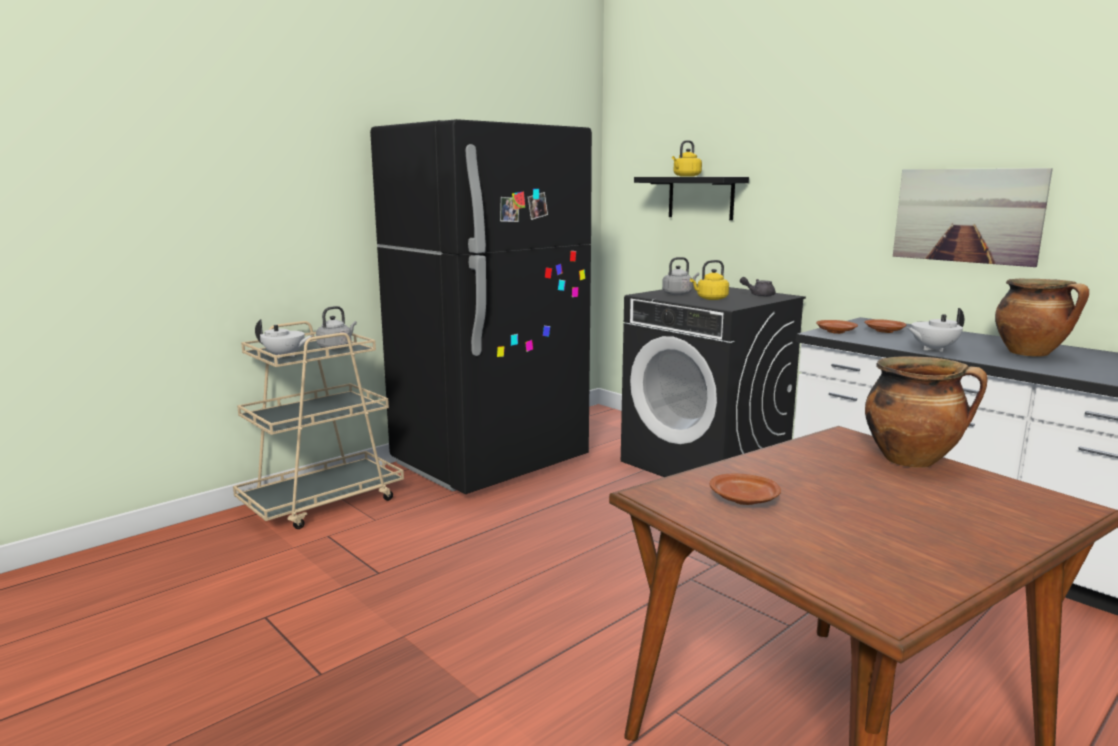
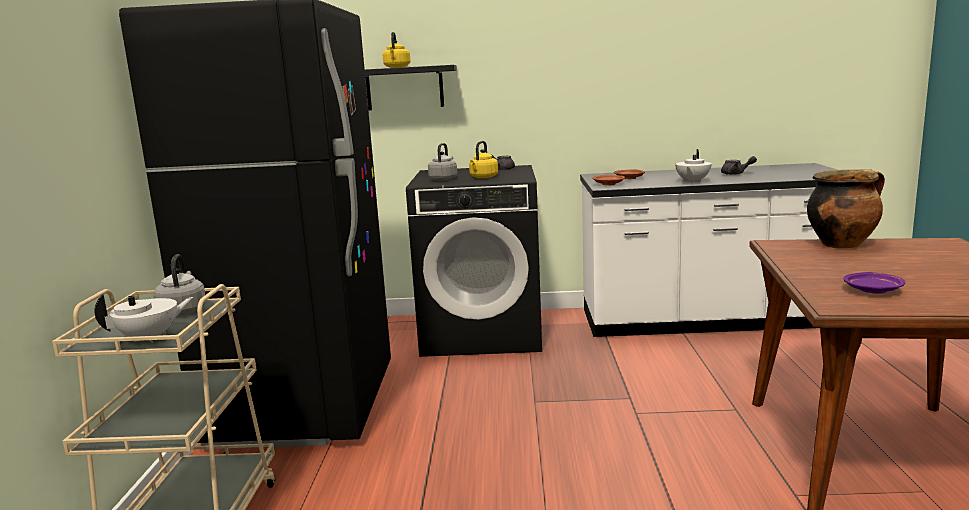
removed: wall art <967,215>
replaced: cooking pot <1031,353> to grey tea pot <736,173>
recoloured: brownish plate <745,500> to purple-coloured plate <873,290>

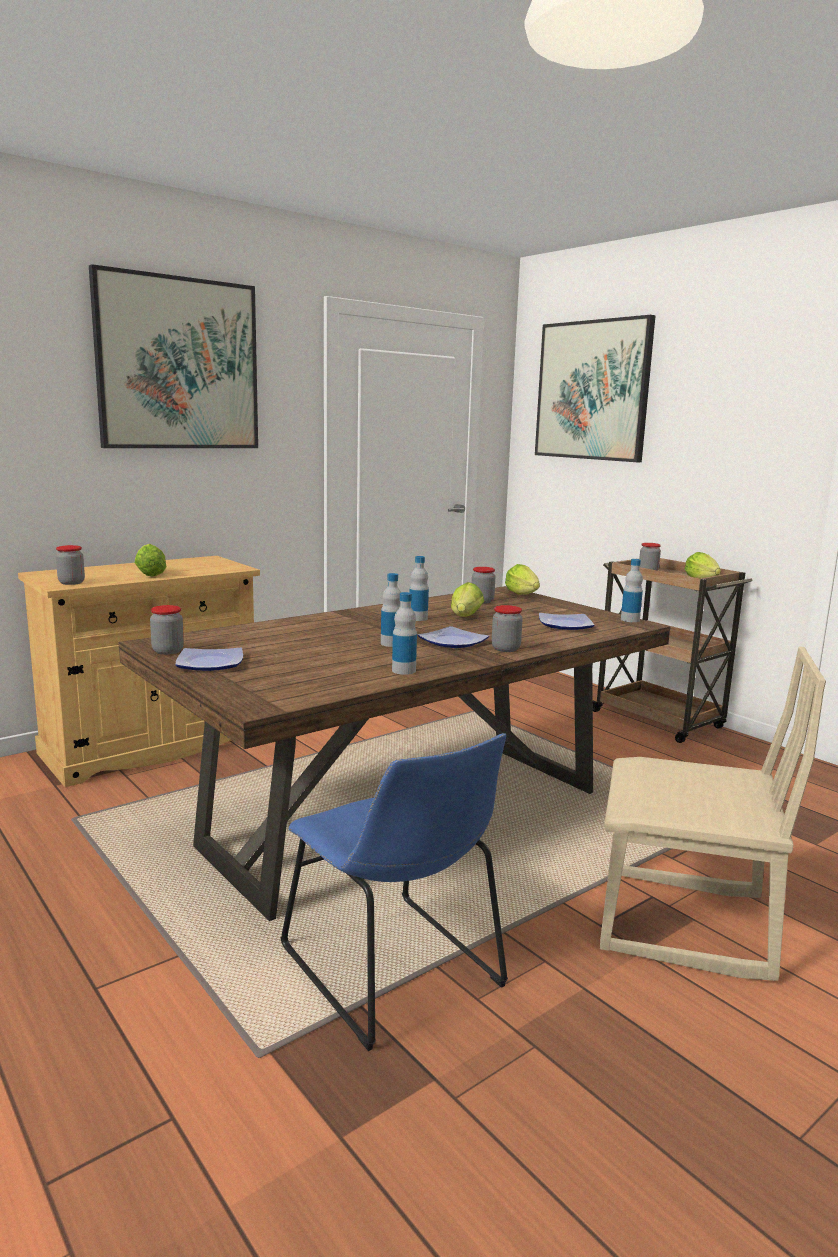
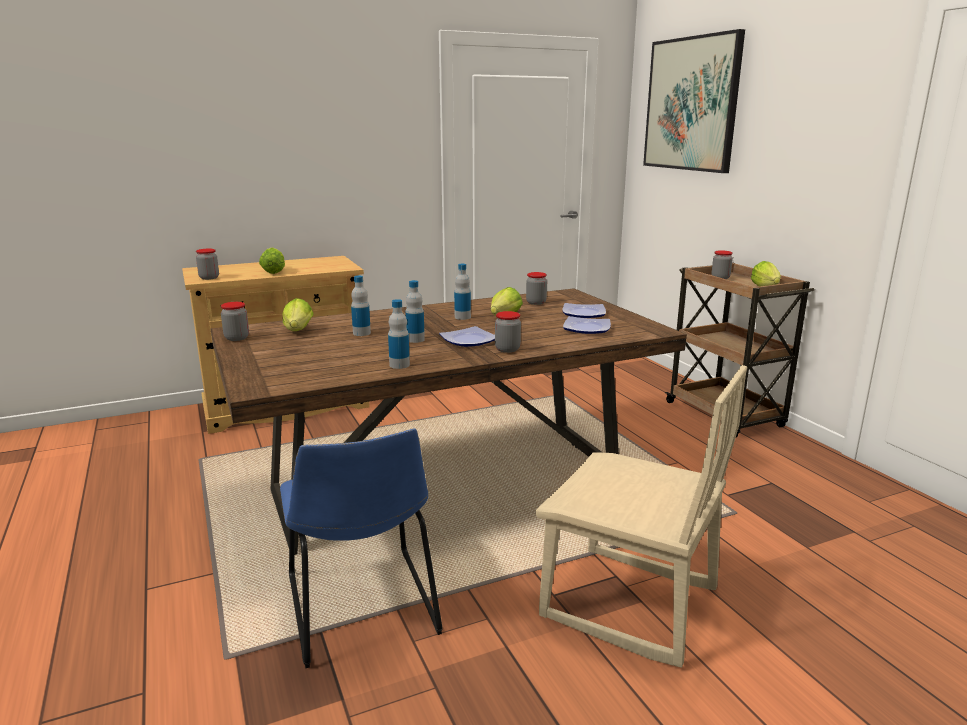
removed: wall art <178,364>
moved: lettuce head <523,595> to <298,332>; bottle <630,620> to <361,333>; plate <208,664> to <583,314>

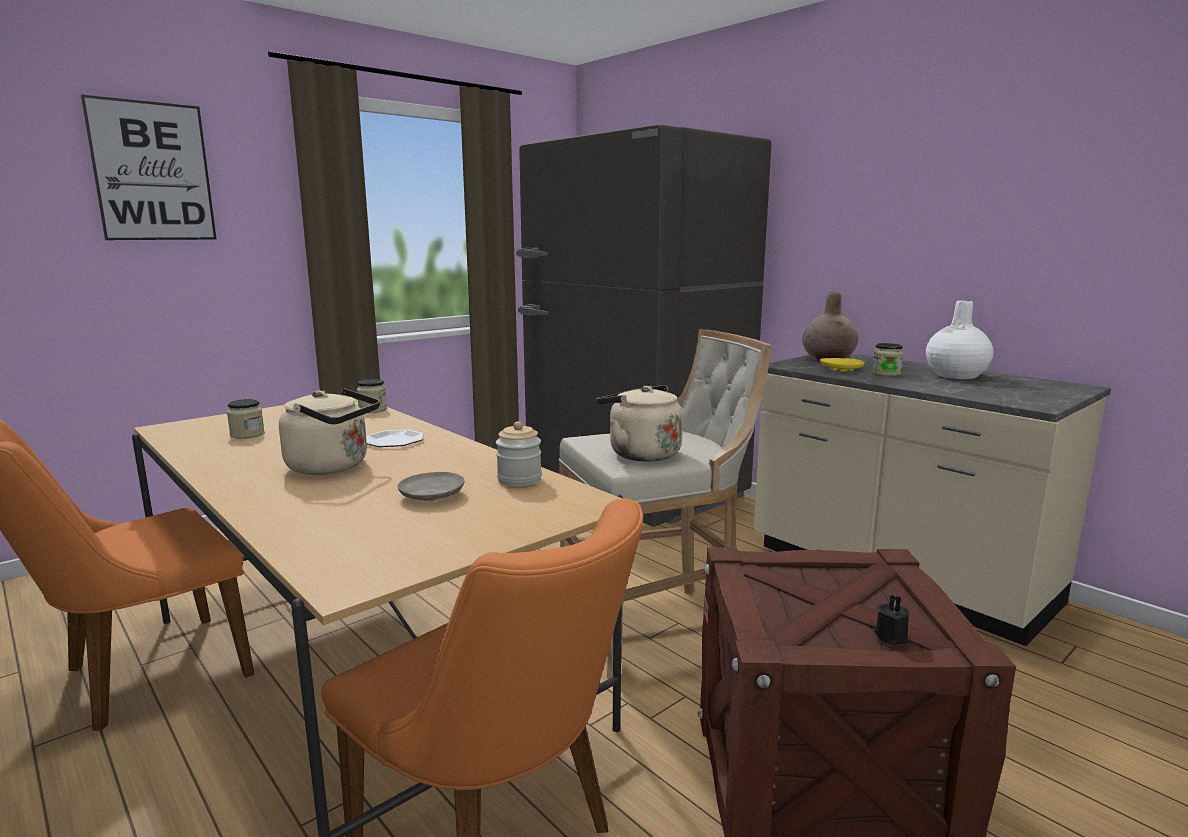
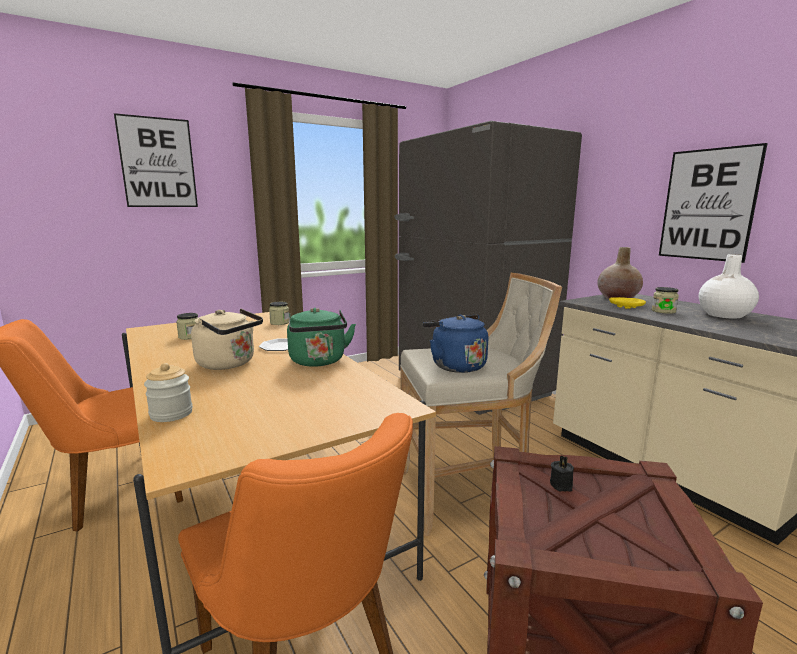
removed: sand-coloured plate <431,496>
added: greenish tea kettle <318,362>; wall art <708,205>
moved: jar <519,480> to <171,414>; black wax candle <892,636> to <562,484>
recoloured: sand-coloured tea kettle <640,453> to blue-coloured tea kettle <455,365>

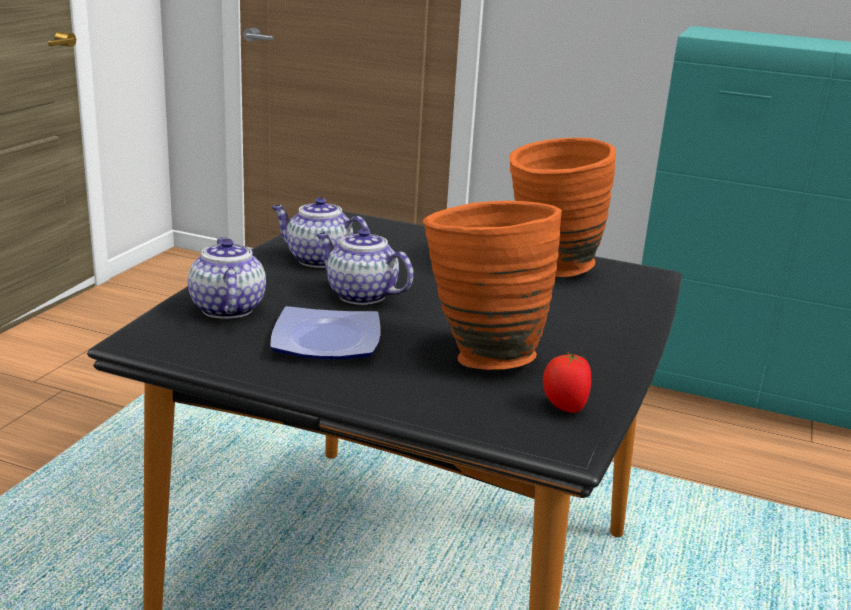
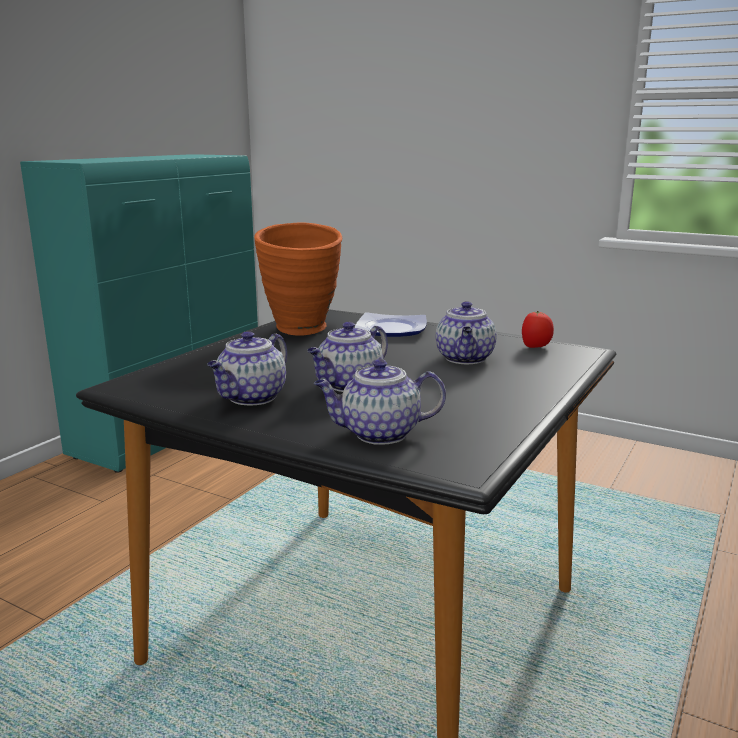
moved: plate <324,340> to <389,330>
replaced: orange decorative vase <479,355> to tea pot <465,359>

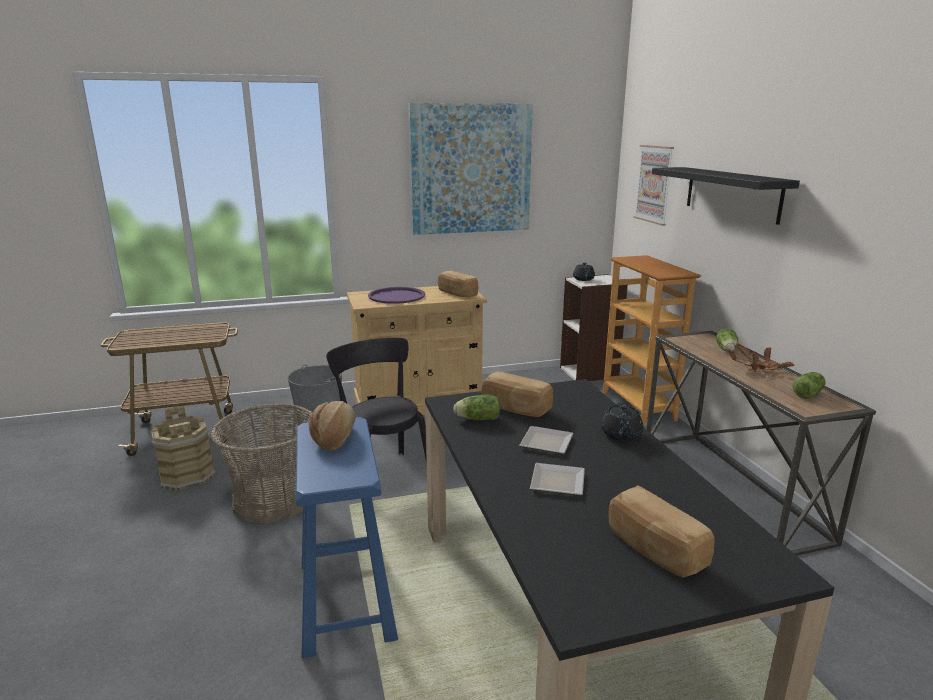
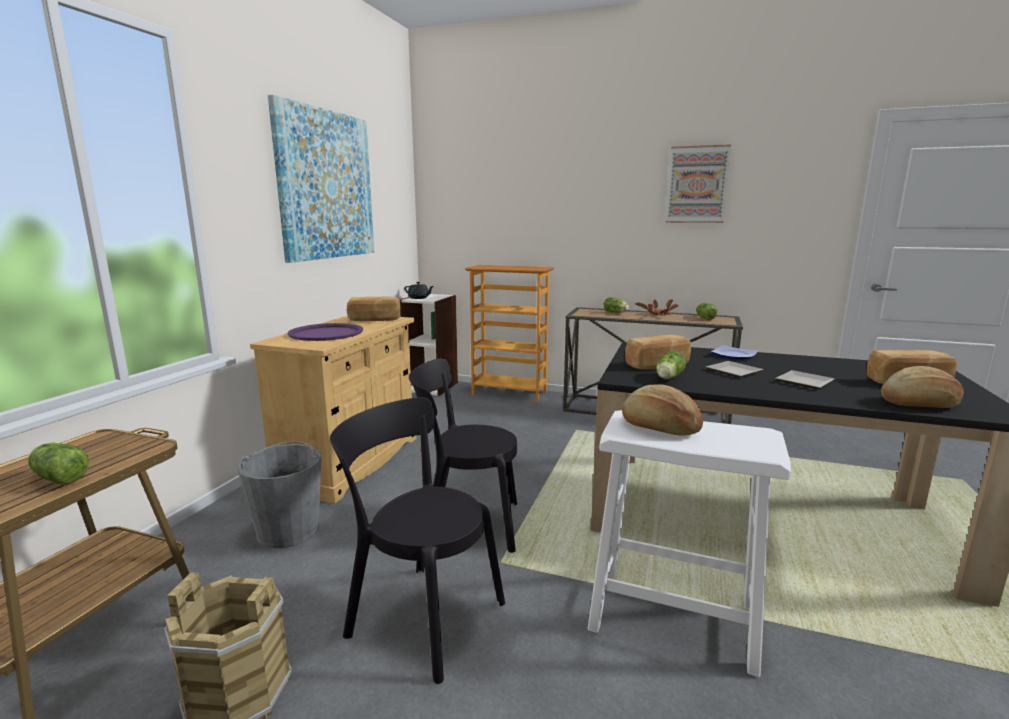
removed: black shelf <732,193>
added: lettuce head <58,477>; bakery bread <920,404>
moved: wall art <654,184> to <697,185>
replaced: basket <274,499> to black plain chair <421,615>; black tea pot <621,435> to plate <734,355>
recoloured: blue-coloured stool seat <346,599> to white-coloured stool seat <672,616>

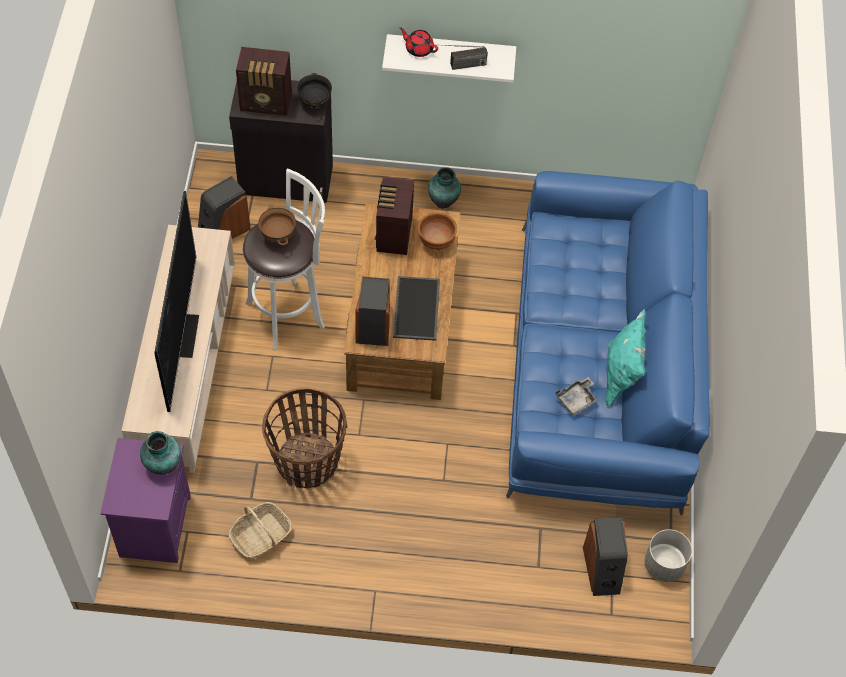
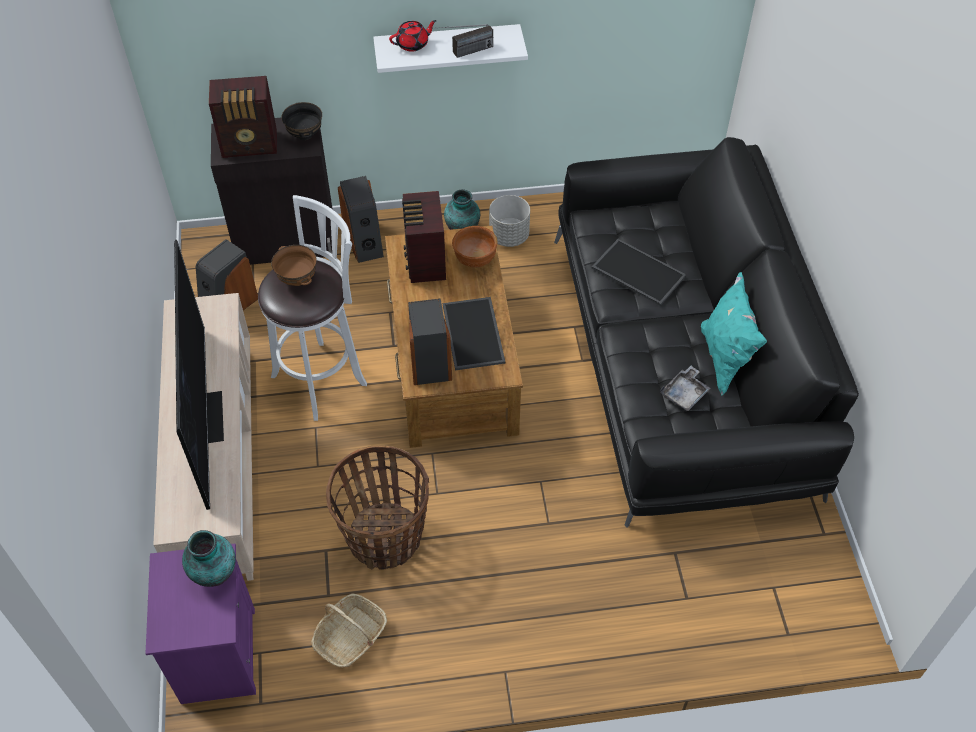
added: carrying tray <637,272>
moved: loudspeaker <602,569> to <364,241>; grey planter <664,565> to <509,236>
recoloured: blue-coloured couch <598,367> to black couch <680,364>
turned: red-coloured tea pot <418,49> = <413,44> 135 degrees clockwise

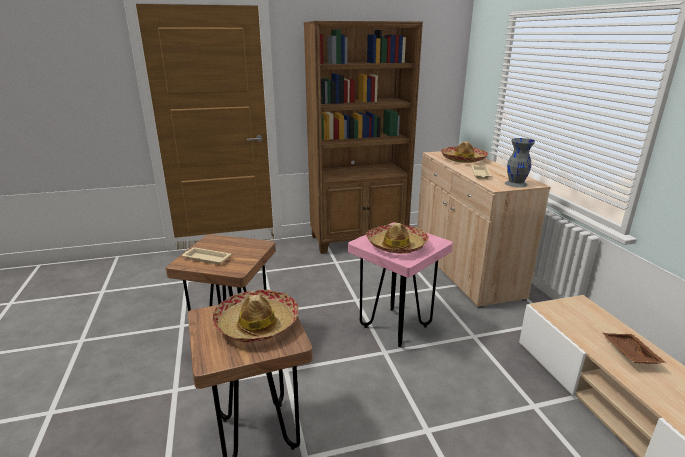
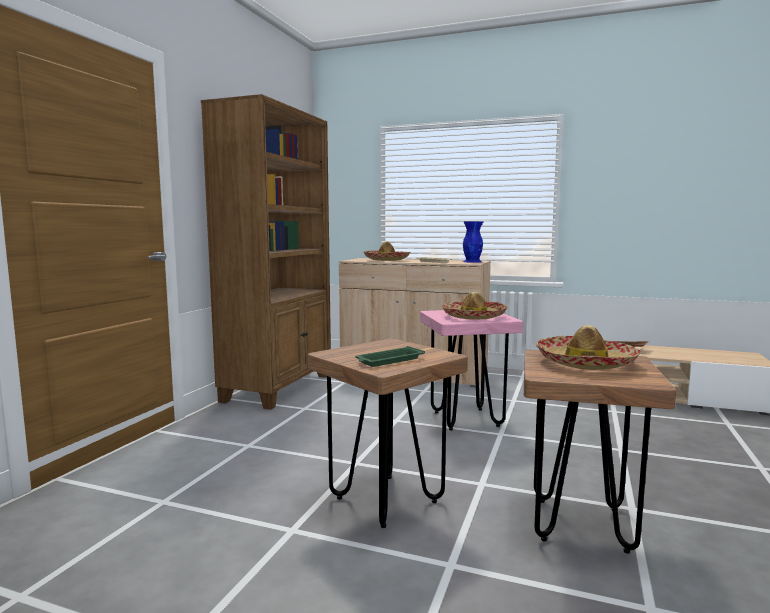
recoloured: sand-coloured carrying tray <206,258> to greenish carrying tray <389,360>; grey decorative vase <516,184> to blue-coloured decorative vase <472,261>

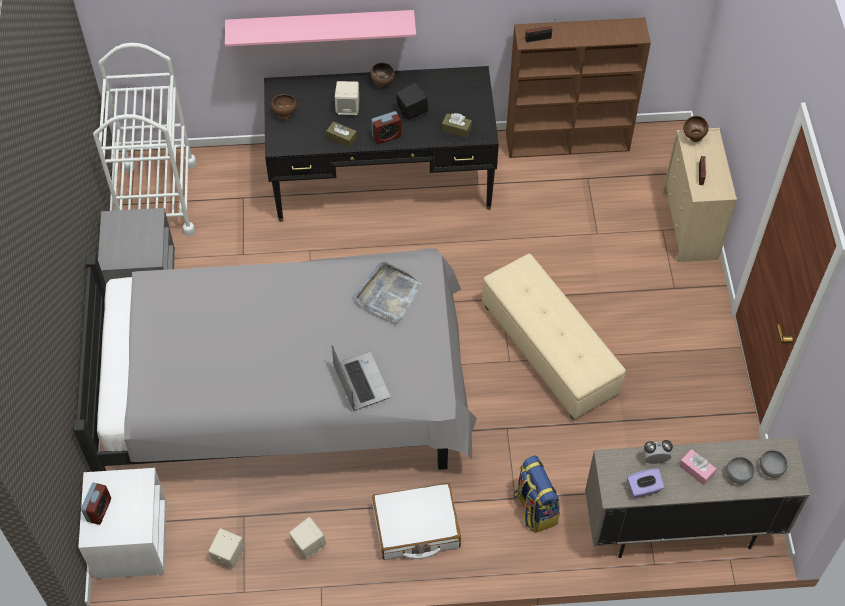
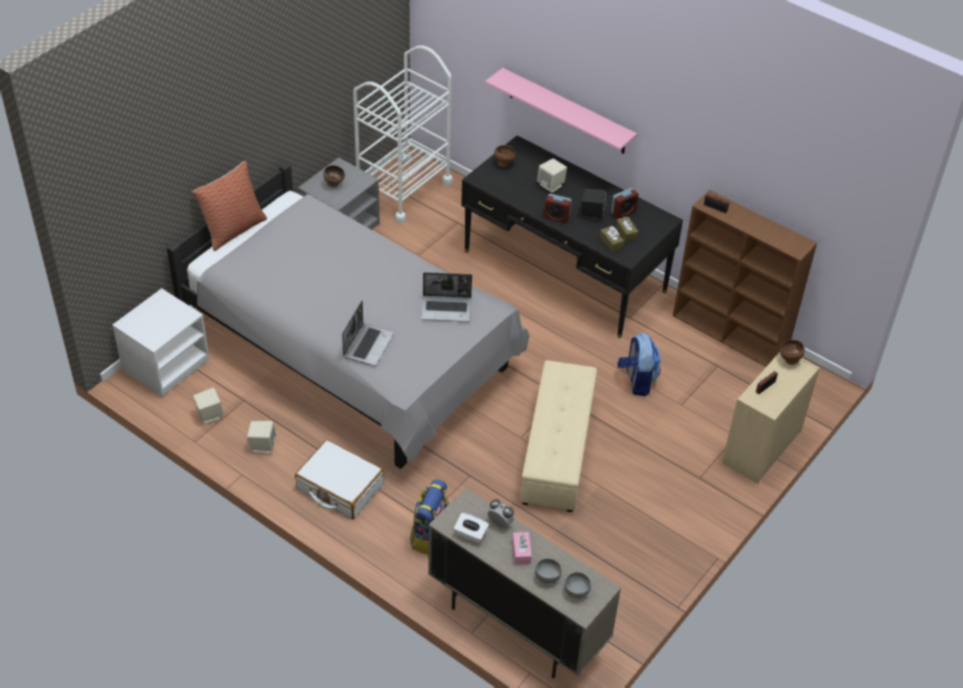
added: pillow <233,229>; knapsack <637,381>
moved: brownish serving bowl <382,83> to <334,184>; alarm clock <99,510> to <623,212>; brownish tissue holder <341,138> to <626,233>
replaced: grey carrying tray <388,294> to portable computer <447,309>
recoloured: purple-coloured tissue holder <643,488> to white-coloured tissue holder <470,534>

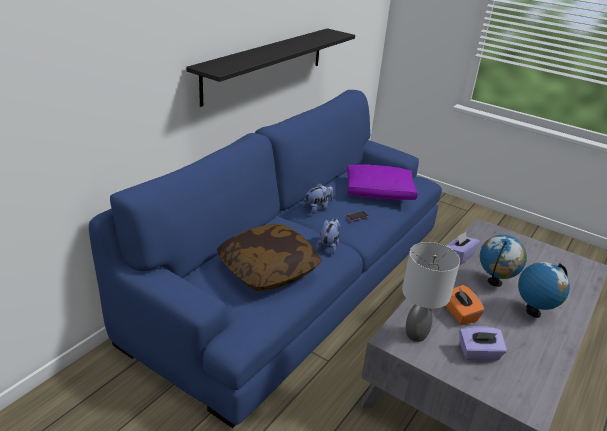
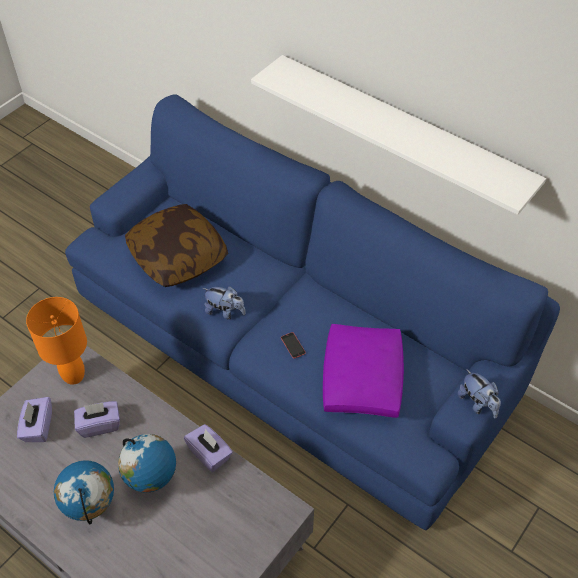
moved: plush toy <317,208> to <477,403>
recoloured: grey lamp for a table <416,335> to orange lamp for a table <73,376>; orange tissue holder <459,313> to purple-coloured tissue holder <99,425>; black shelf <266,64> to white-coloured shelf <402,133>

